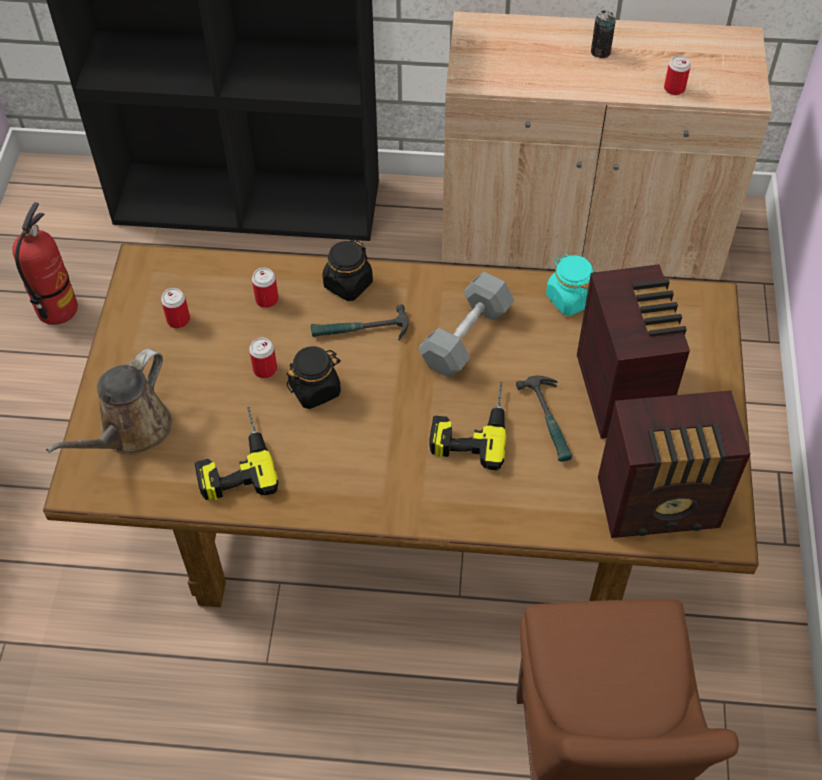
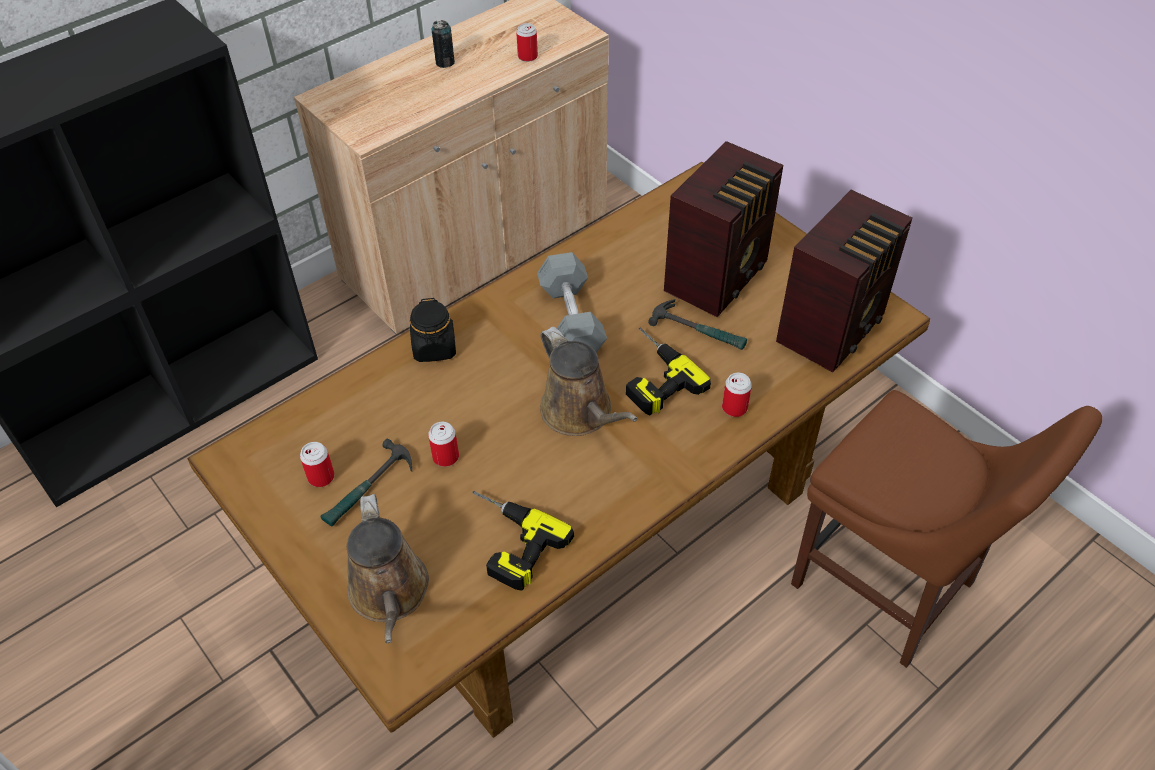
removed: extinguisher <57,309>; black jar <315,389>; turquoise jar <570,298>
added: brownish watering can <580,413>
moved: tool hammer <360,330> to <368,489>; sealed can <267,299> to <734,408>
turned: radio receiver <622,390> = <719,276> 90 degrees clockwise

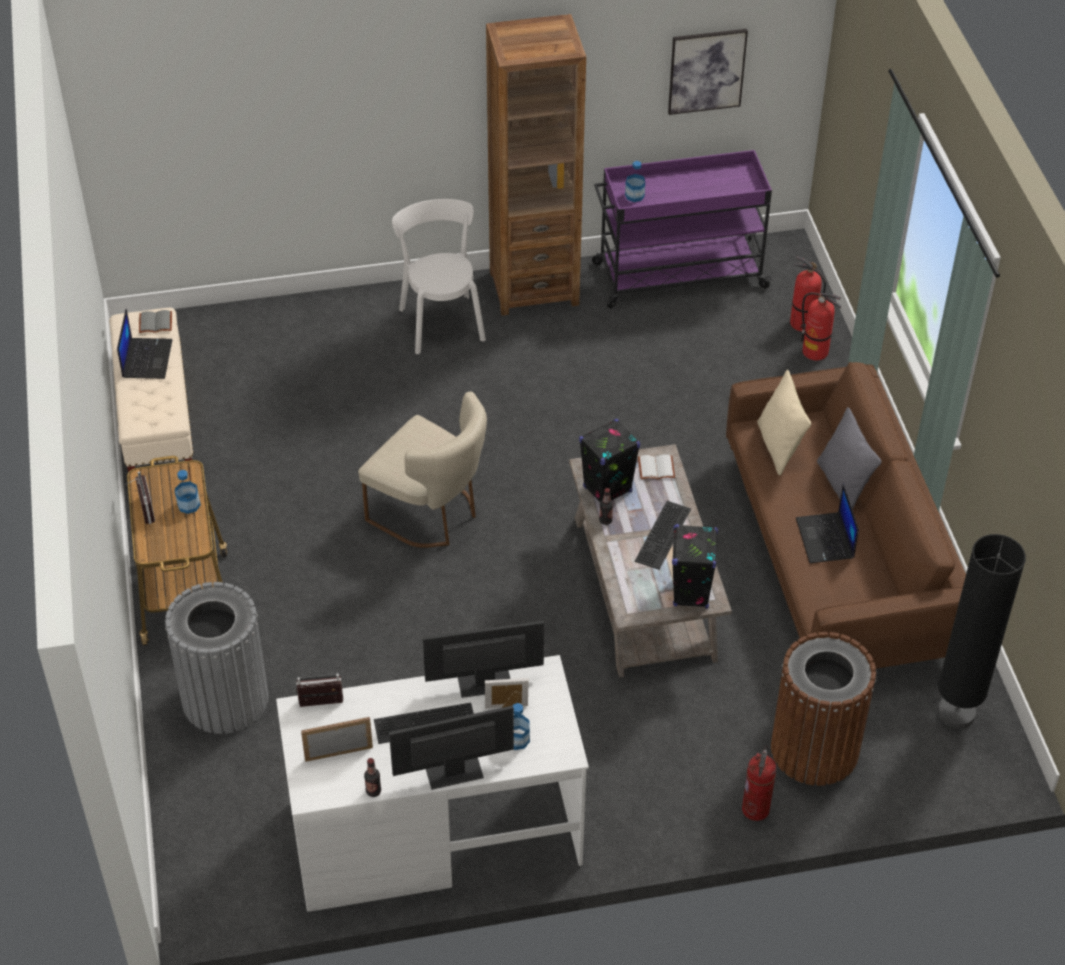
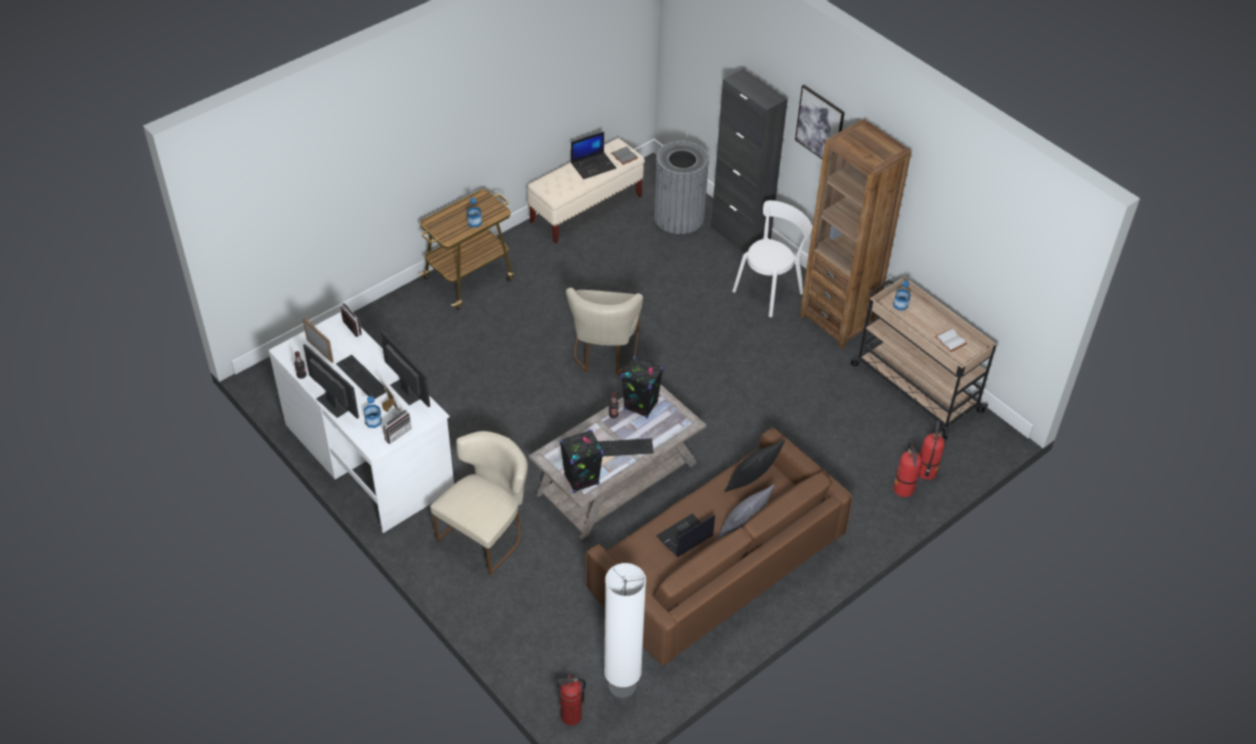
removed: brownish trash can <814,749>
added: sand-coloured plain chair <487,533>; black storage cabinet <740,237>
moved: radio receiver <142,510> to <396,432>; extinguisher <756,810> to <571,717>; grey trash can <225,698> to <679,217>; wall art <706,71> to <820,125>; white-coloured bound book <656,467> to <951,340>
recoloured: black standard lamp <956,713> to white-coloured standard lamp <622,687>; sand-coloured pillow <779,447> to black pillow <751,482>; purple-coloured trolley <677,275> to sand-coloured trolley <914,387>

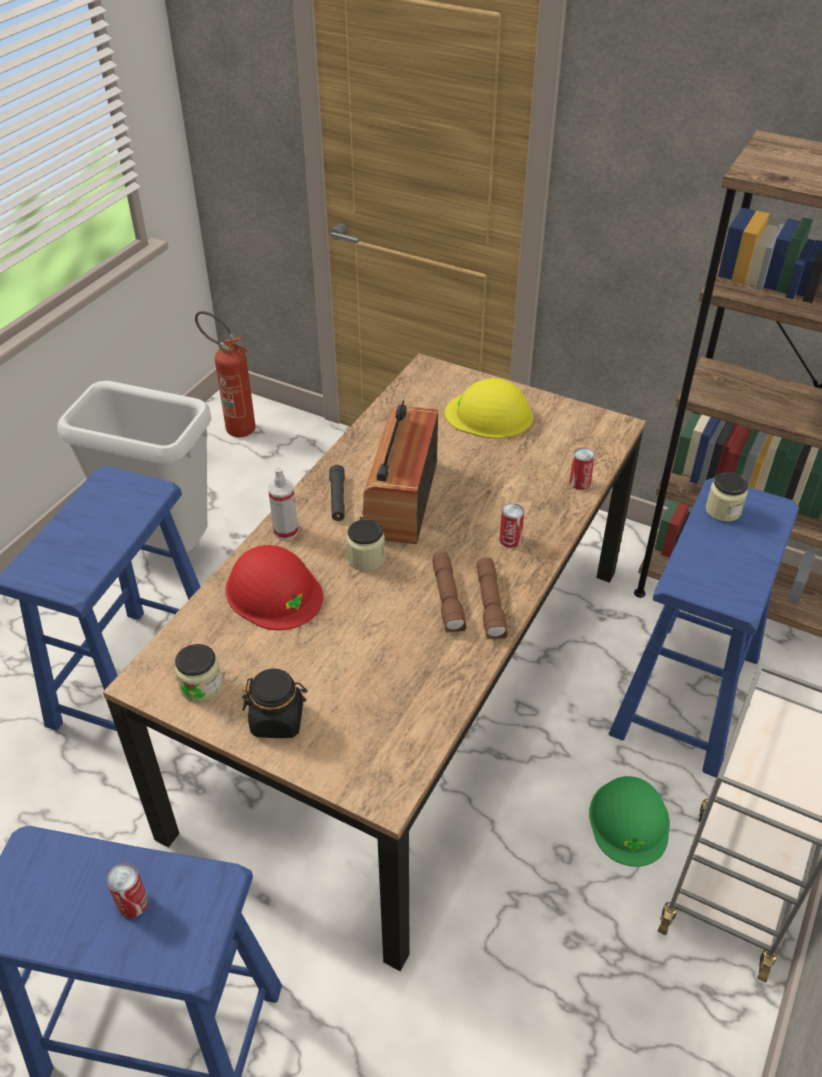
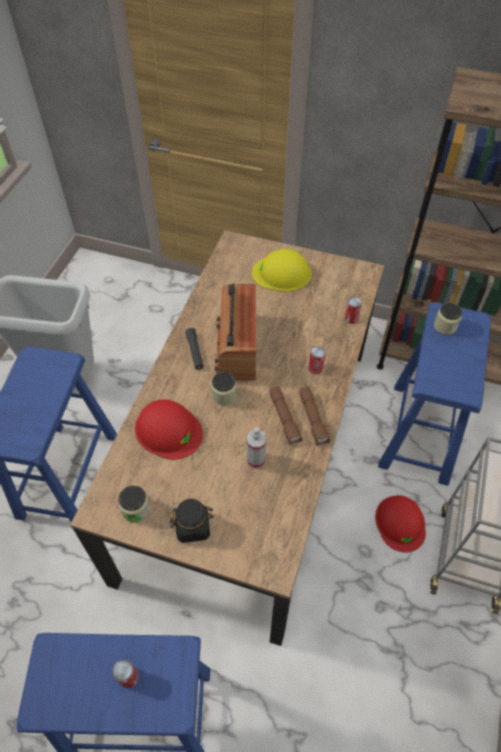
removed: extinguisher <234,426>
moved: hand sprayer <286,531> to <256,460>
recoloured: greenish work helmet <629,821> to red-coloured work helmet <400,522>

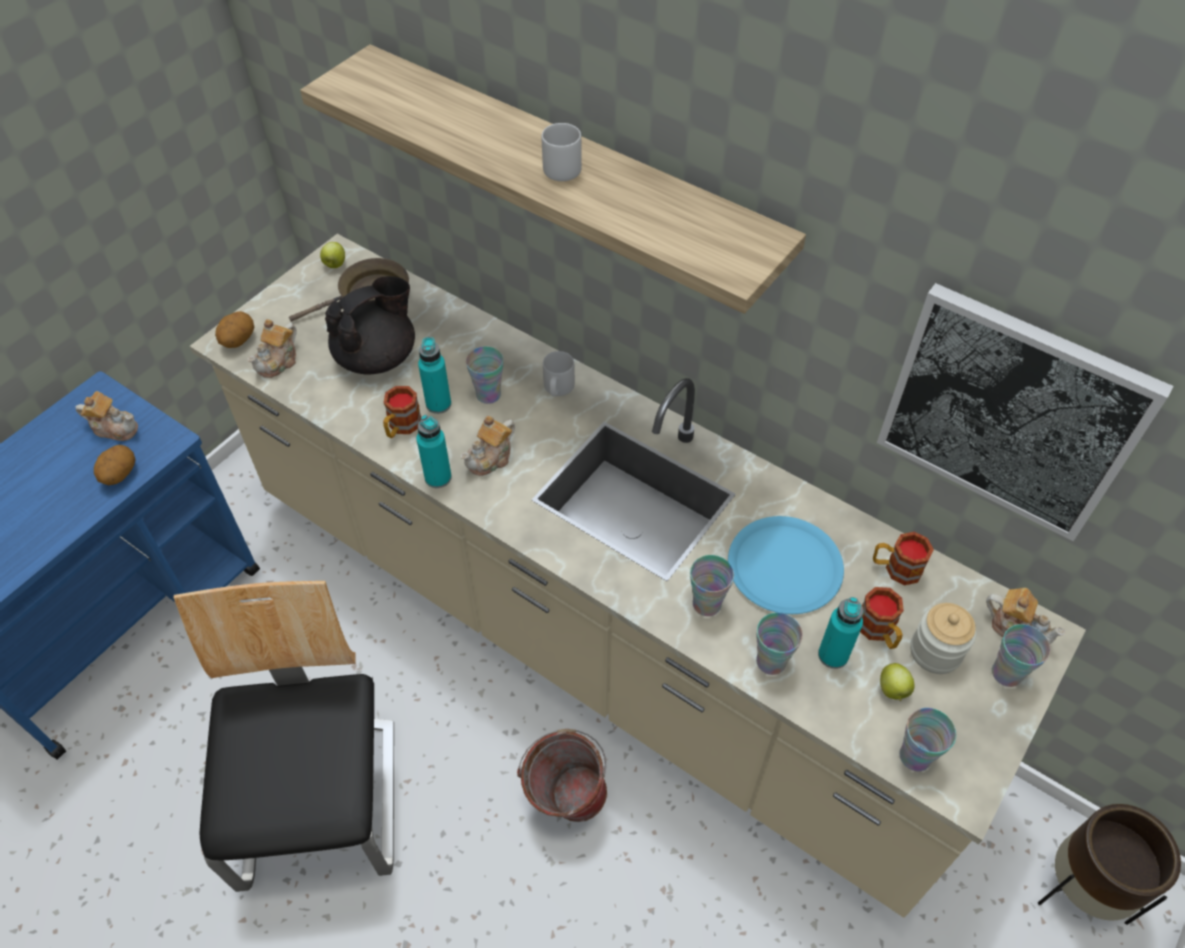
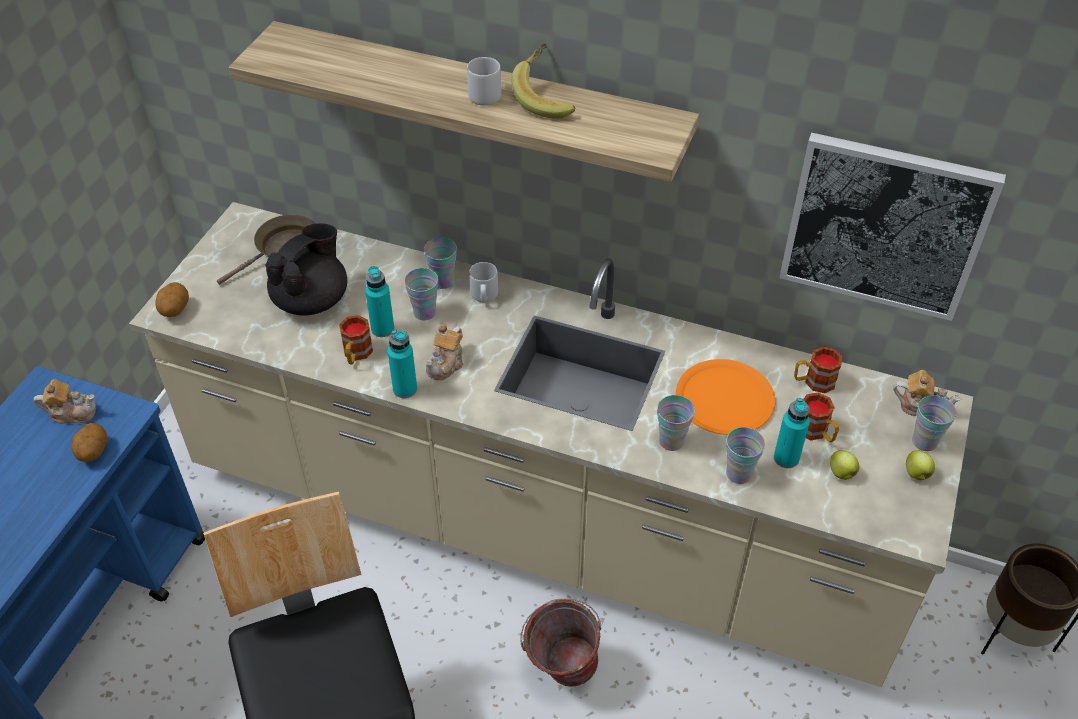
removed: tea pot <278,361>; jar <935,651>
added: whole banana <547,98>
moved: small cup <915,756> to <443,281>; apple fruit <335,264> to <917,474>
recoloured: blue-coloured plate <784,566> to orange plate <724,398>

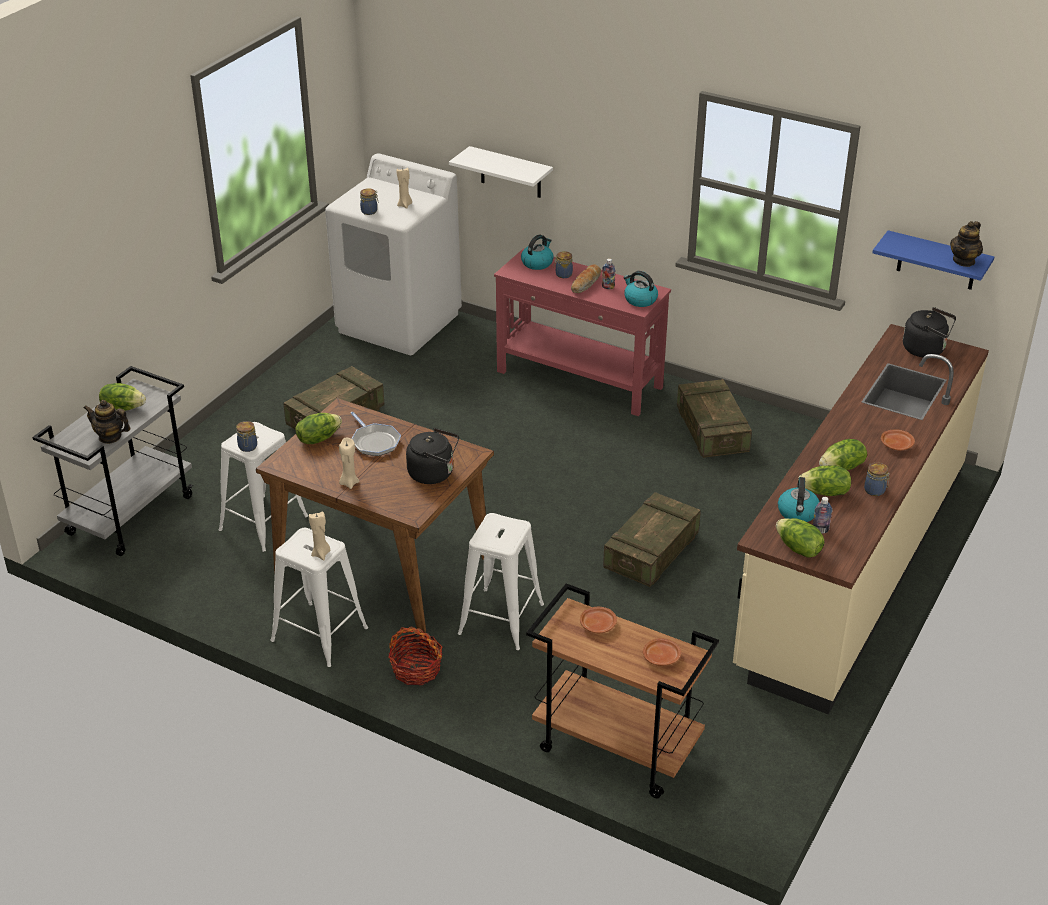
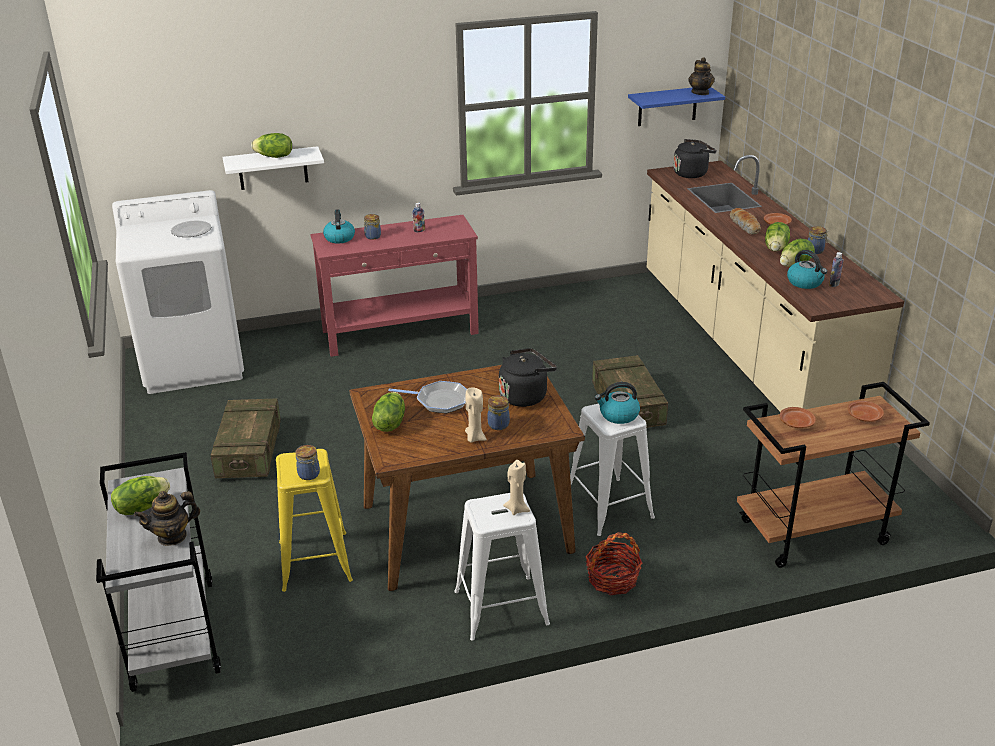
removed: shipping crate <711,432>
moved: lettuce head <798,549> to <274,156>; jar <370,211> to <499,424>; tea kettle <640,300> to <618,415>; bakery bread <586,284> to <745,226>
replaced: sand-coloured wax candle <405,205> to plate <191,231>
recoloured: white-coloured stool seat <263,523> to yellow-coloured stool seat <315,561>

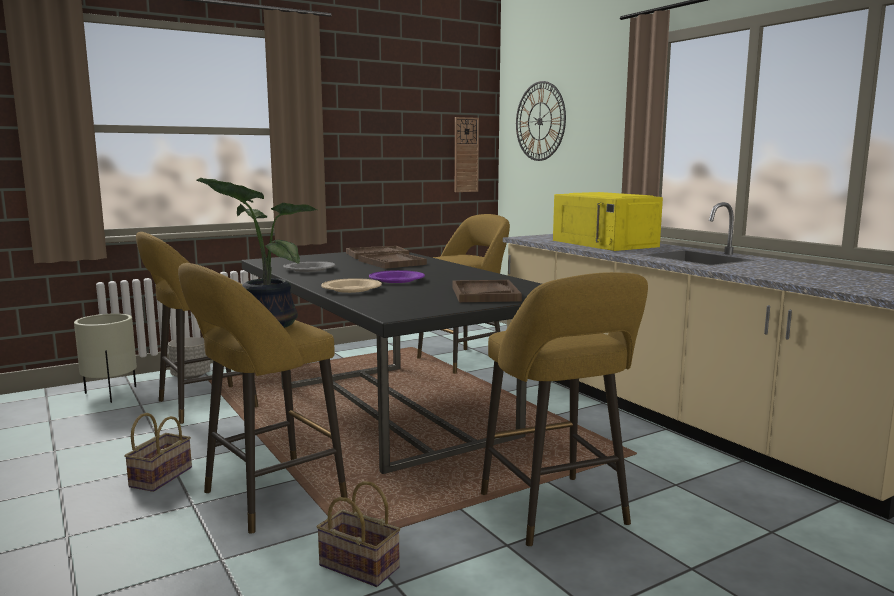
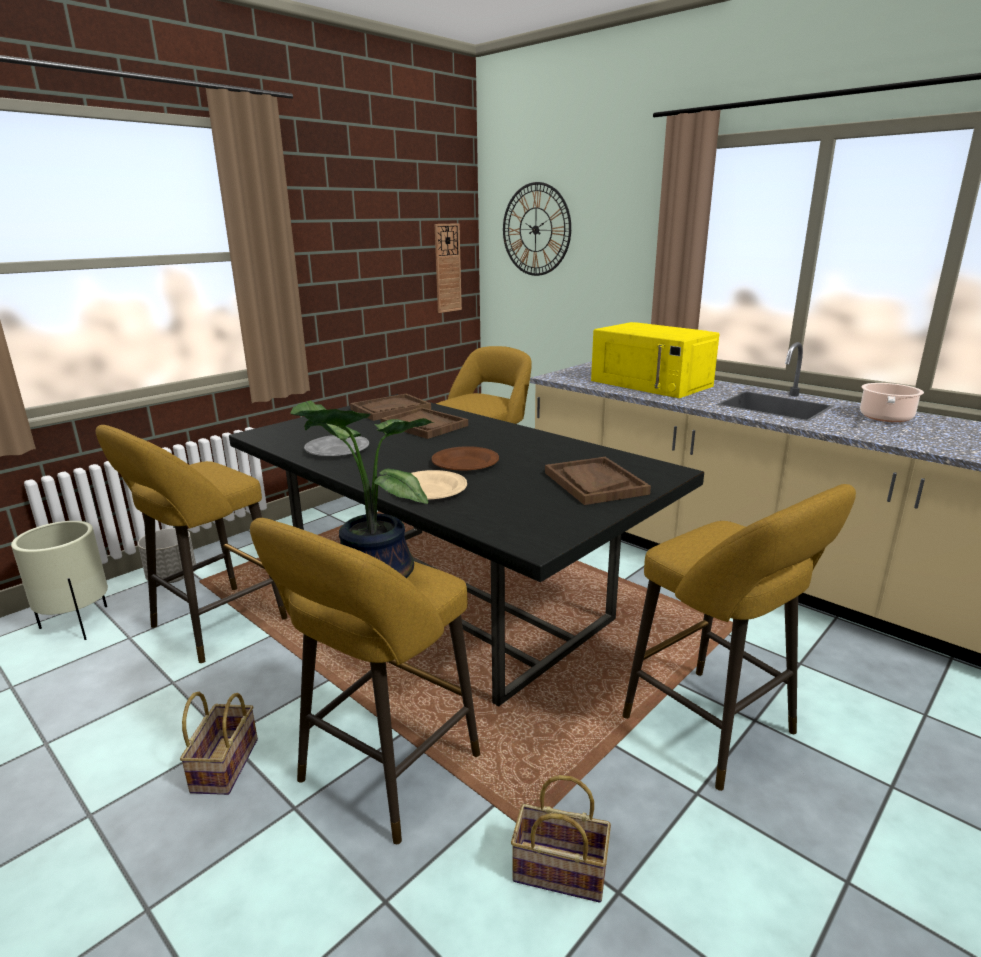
added: cooking pot <885,418>
recoloured: purple-coloured plate <396,280> to brownish plate <465,463>

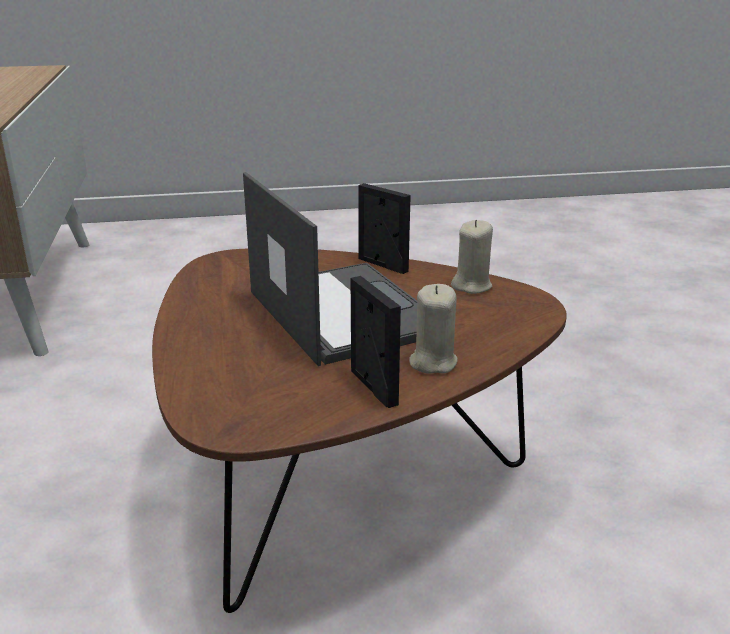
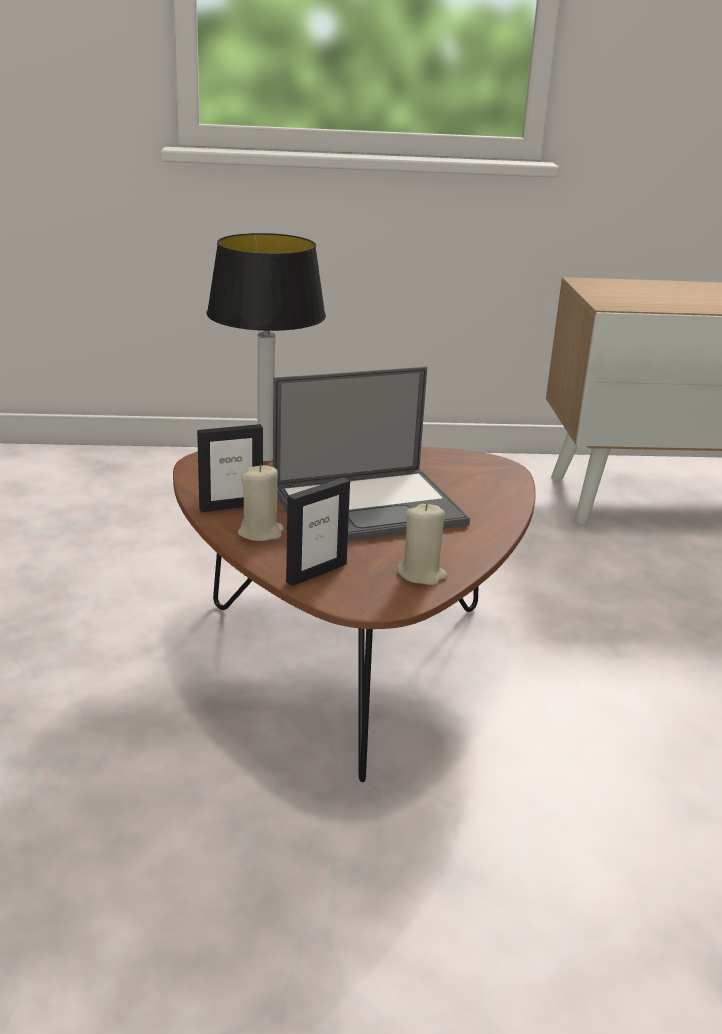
added: lamp for a table <264,458>
moved: picture frame <382,265> to <316,573>

